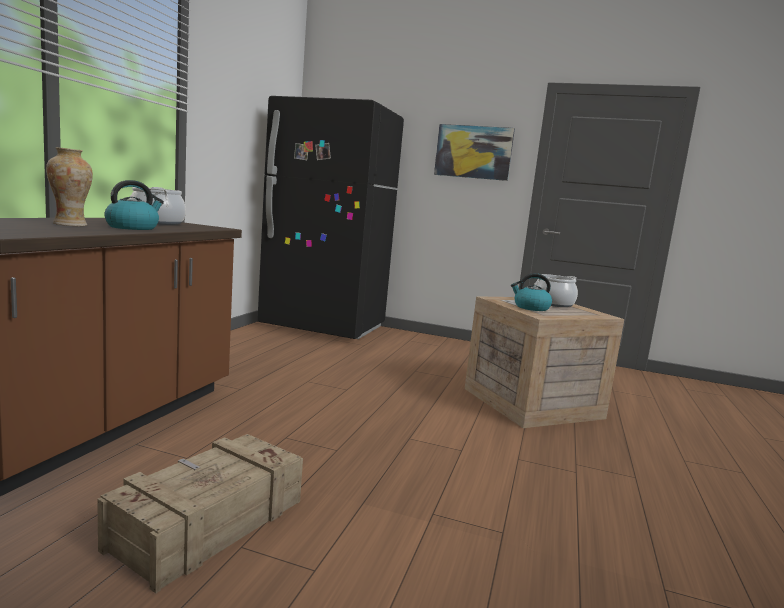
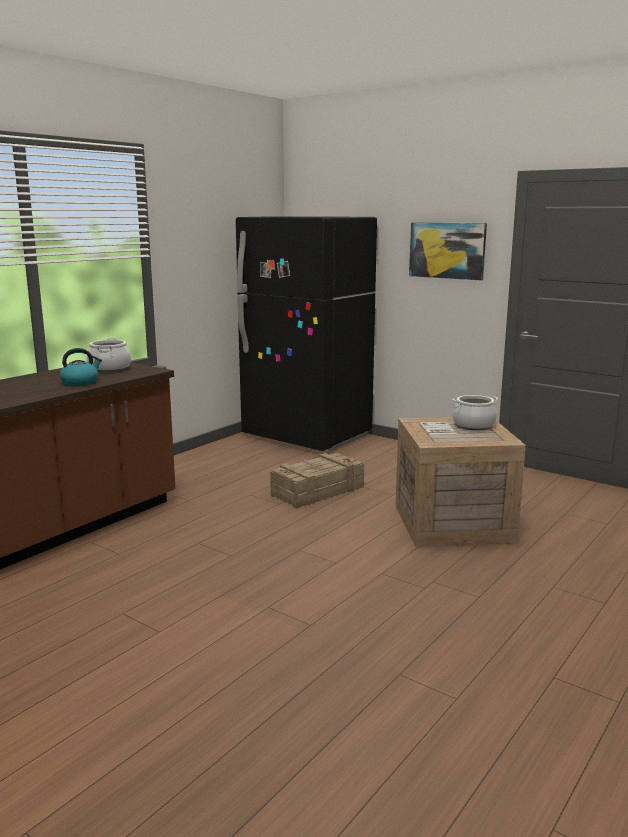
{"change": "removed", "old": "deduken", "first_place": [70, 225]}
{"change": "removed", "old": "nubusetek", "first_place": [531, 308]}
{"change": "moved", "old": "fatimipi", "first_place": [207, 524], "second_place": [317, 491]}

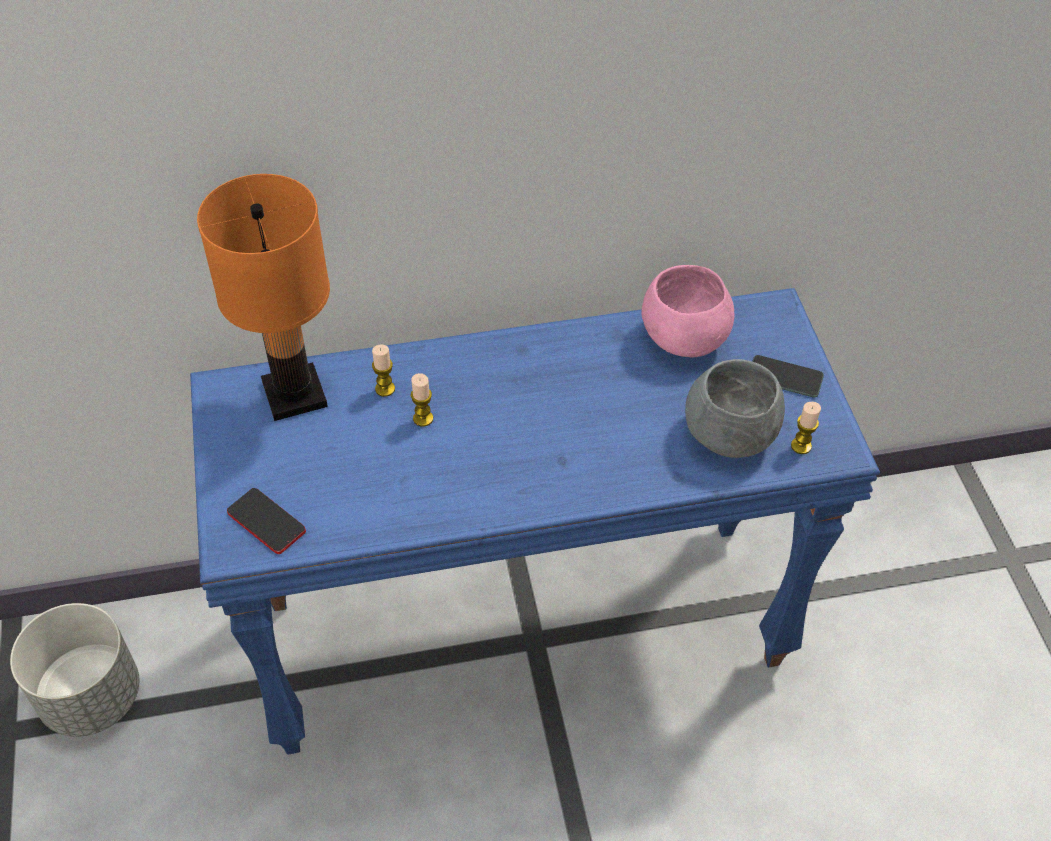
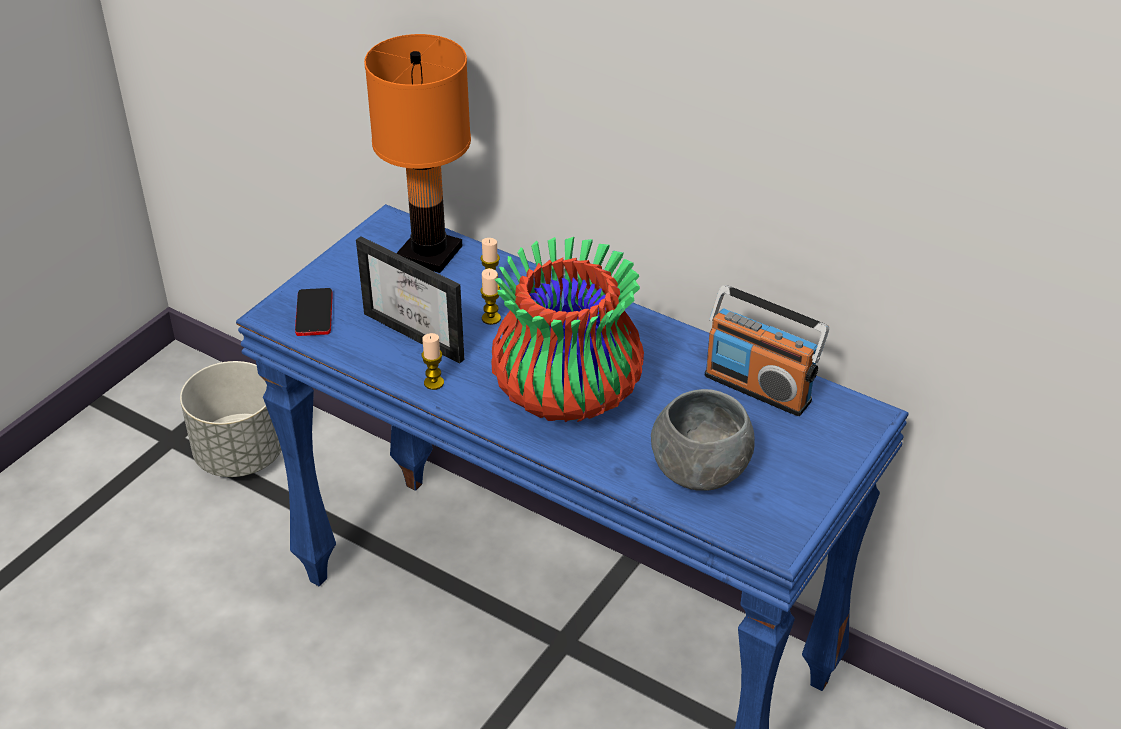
{"change": "removed", "old": "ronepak", "first_place": [785, 377]}
{"change": "added", "new": "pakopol", "second_place": [424, 331]}
{"change": "added", "new": "deduken", "second_place": [566, 396]}
{"change": "moved", "old": "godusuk", "first_place": [801, 446], "second_place": [434, 383]}
{"change": "replaced", "old": "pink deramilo", "new": "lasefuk", "first_place": [684, 337], "second_place": [758, 387]}

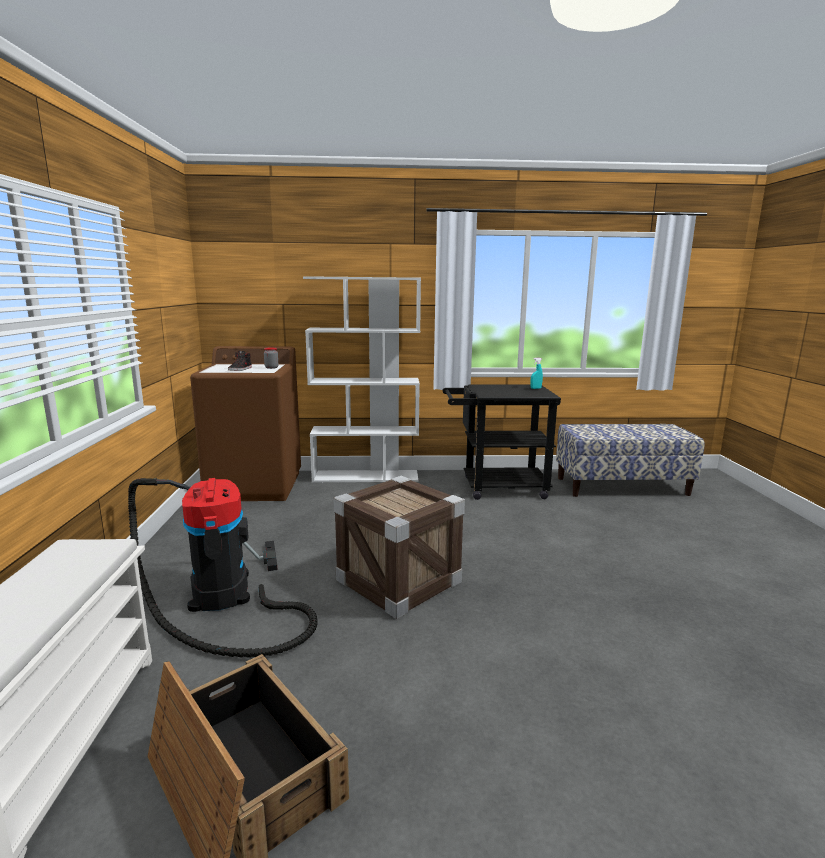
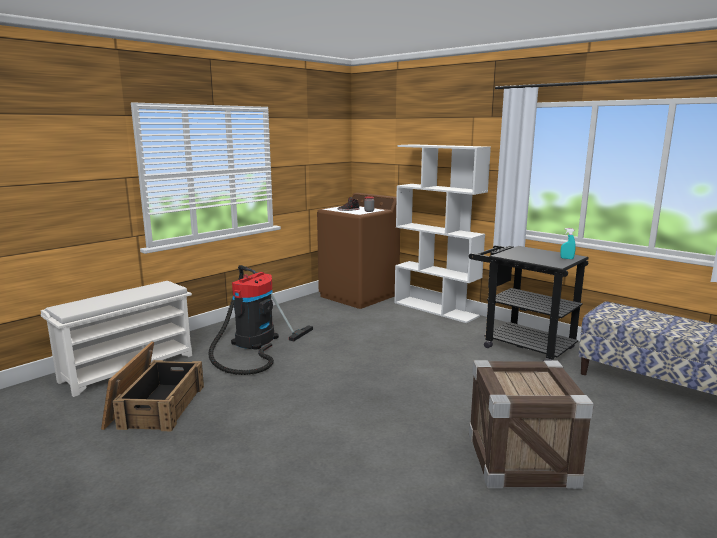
{"change": "moved", "old": "fatimipi", "first_place": [398, 581], "second_place": [521, 459]}

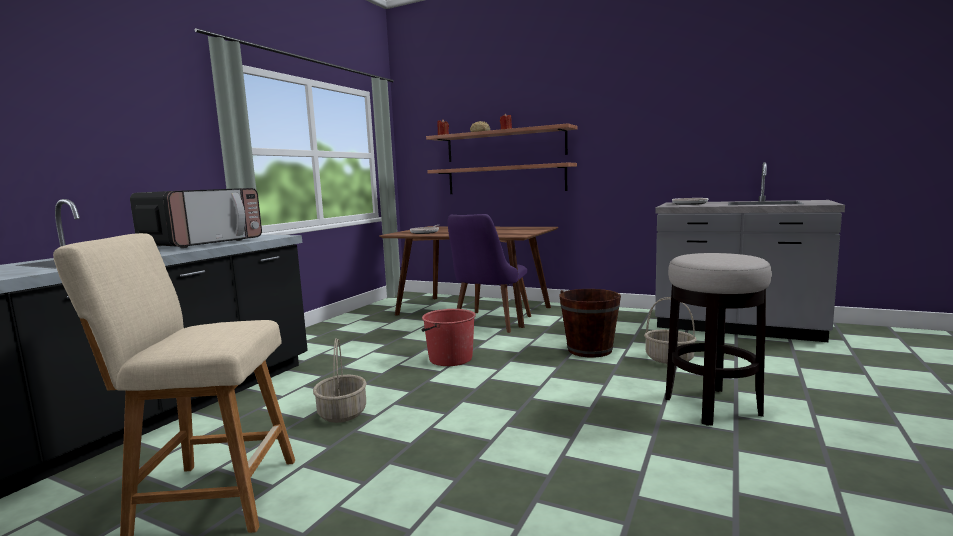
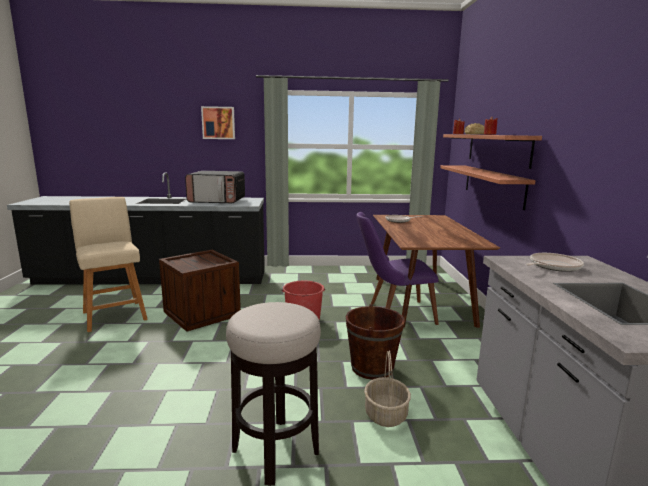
{"change": "added", "new": "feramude", "second_place": [218, 123]}
{"change": "replaced", "old": "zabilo", "new": "fatimipi", "first_place": [342, 413], "second_place": [202, 313]}

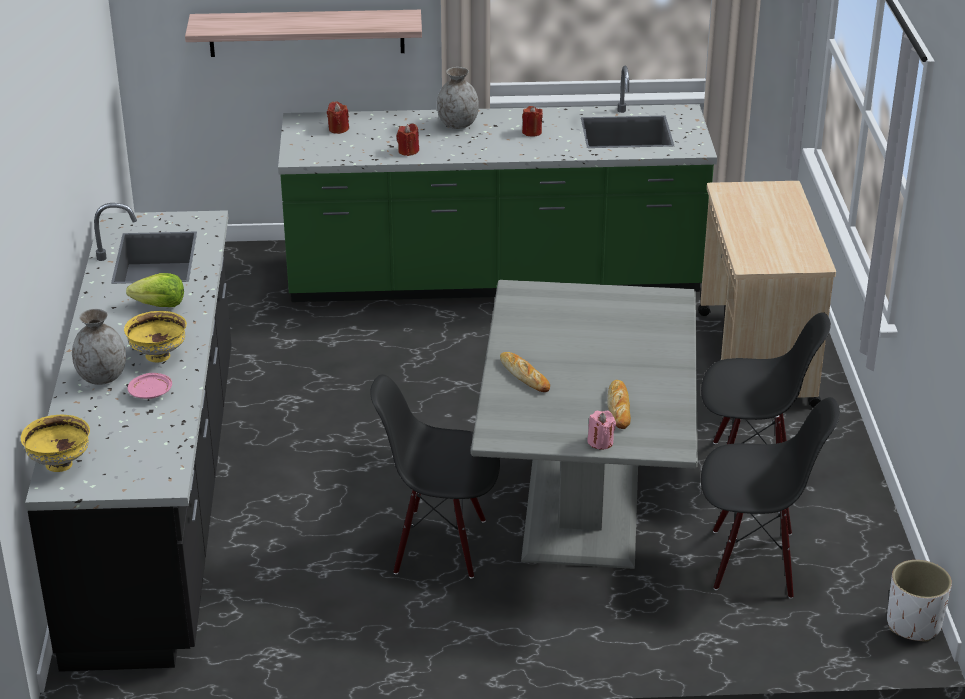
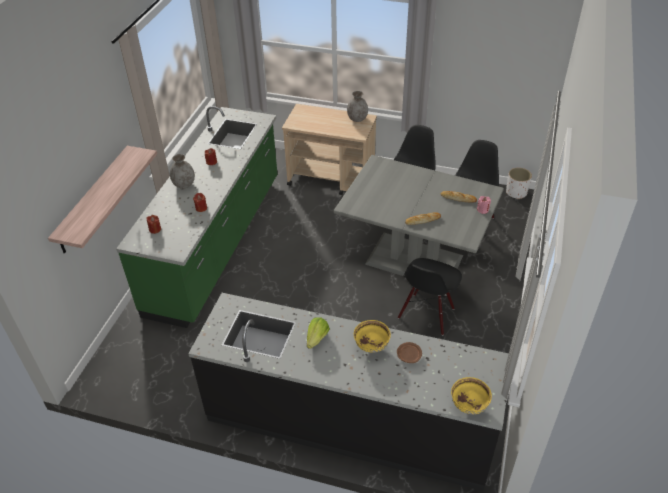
{"change": "moved", "old": "grey deduken", "first_place": [102, 377], "second_place": [357, 119]}
{"change": "recoloured", "old": "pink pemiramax", "new": "brown pemiramax", "first_place": [151, 392], "second_place": [409, 355]}

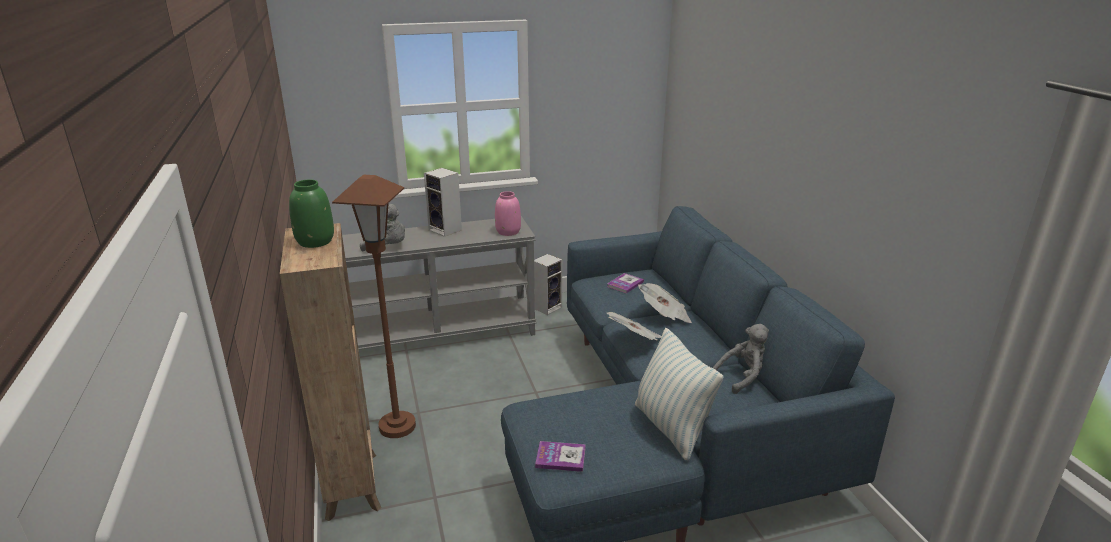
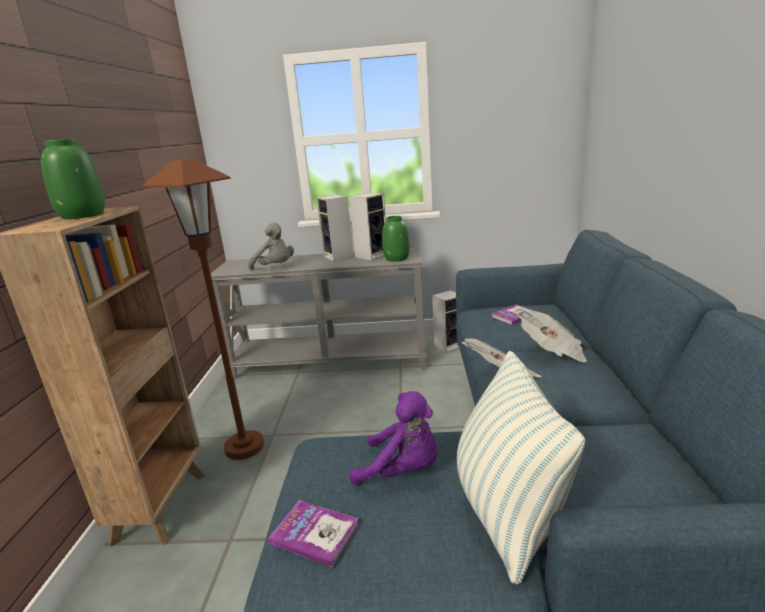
{"change": "removed", "old": "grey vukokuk", "first_place": [743, 377]}
{"change": "added", "new": "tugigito", "second_place": [372, 255]}
{"change": "added", "new": "purple vukokuk", "second_place": [402, 470]}
{"change": "recoloured", "old": "pink deduken", "new": "green deduken", "first_place": [508, 232], "second_place": [397, 258]}

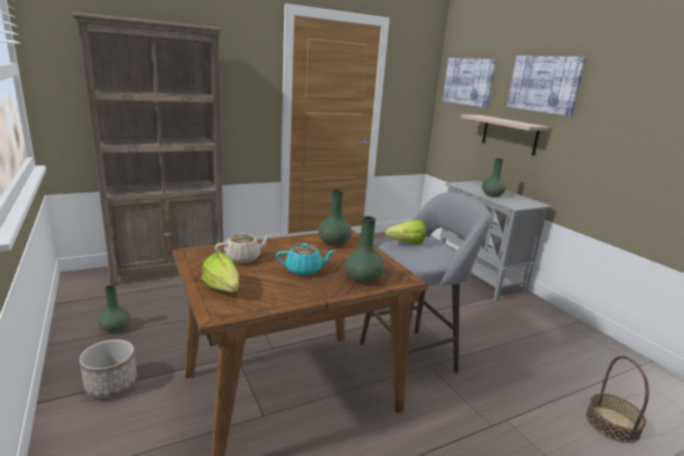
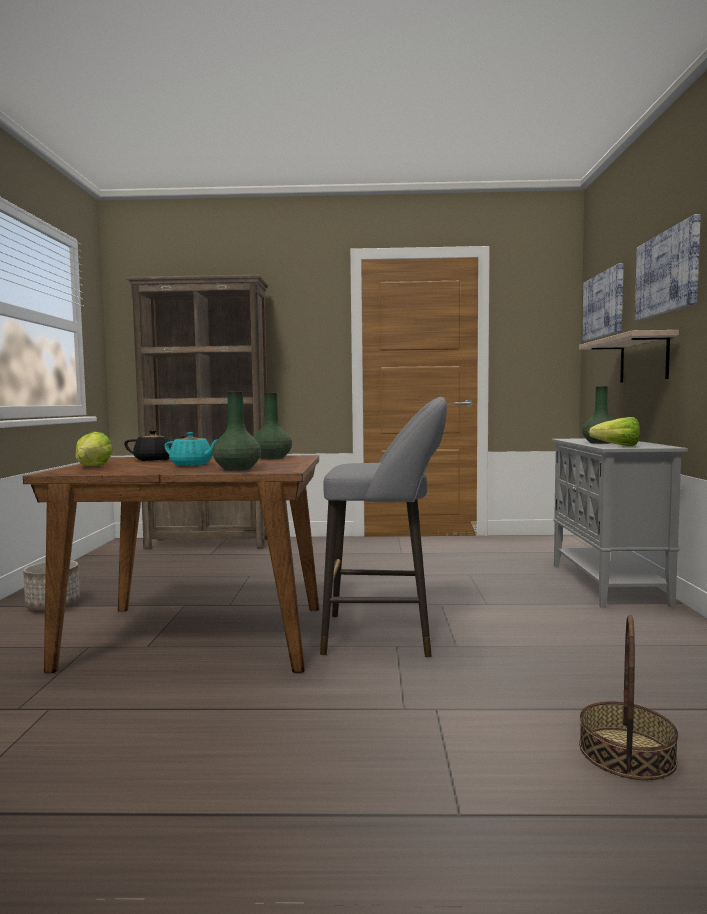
{"change": "removed", "old": "green deduken", "first_place": [115, 328]}
{"change": "moved", "old": "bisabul", "first_place": [403, 243], "second_place": [613, 446]}
{"change": "recoloured", "old": "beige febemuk", "new": "black febemuk", "first_place": [243, 258], "second_place": [155, 460]}

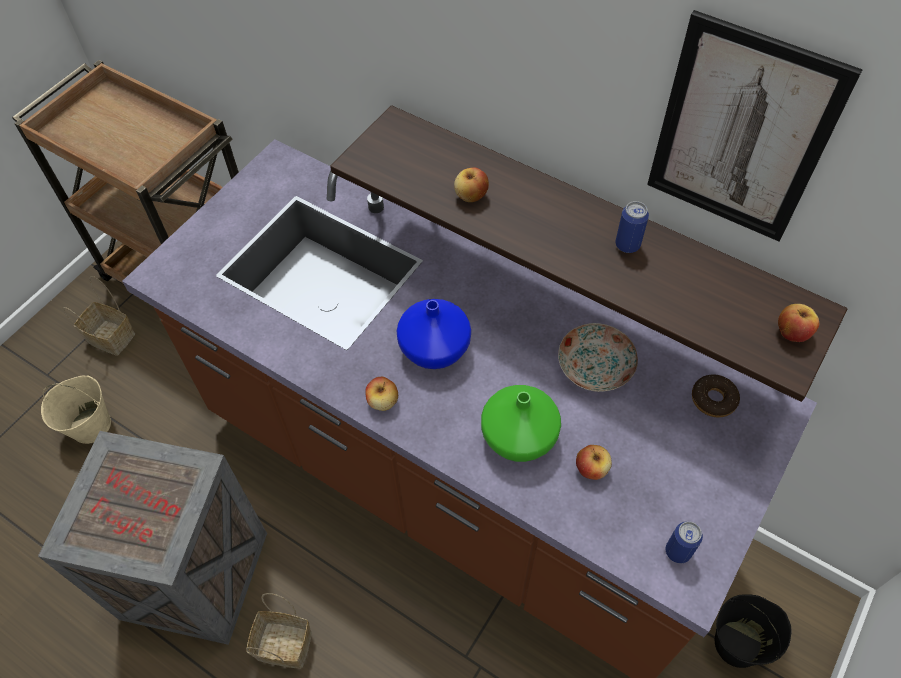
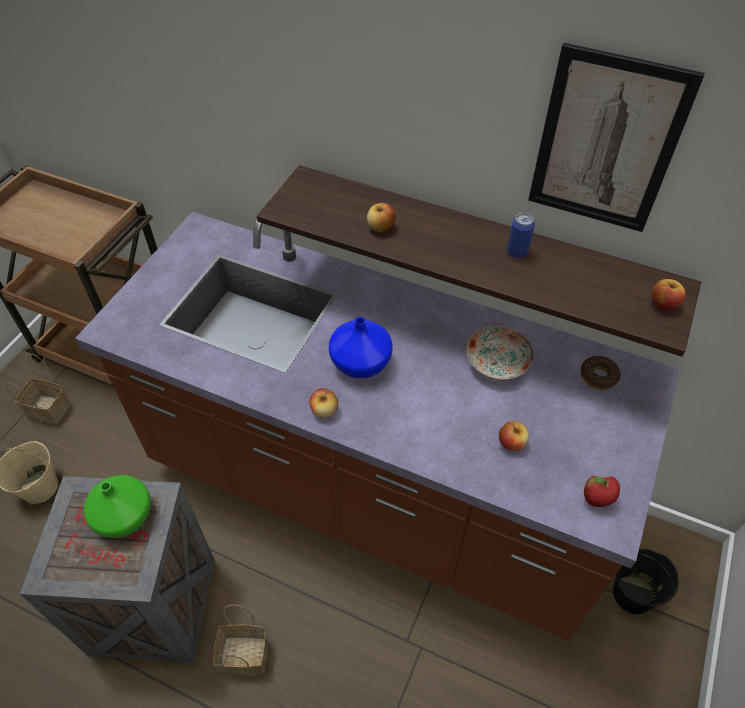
{"change": "moved", "old": "green deduken", "first_place": [519, 435], "second_place": [125, 515]}
{"change": "replaced", "old": "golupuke", "new": "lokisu", "first_place": [678, 551], "second_place": [596, 500]}

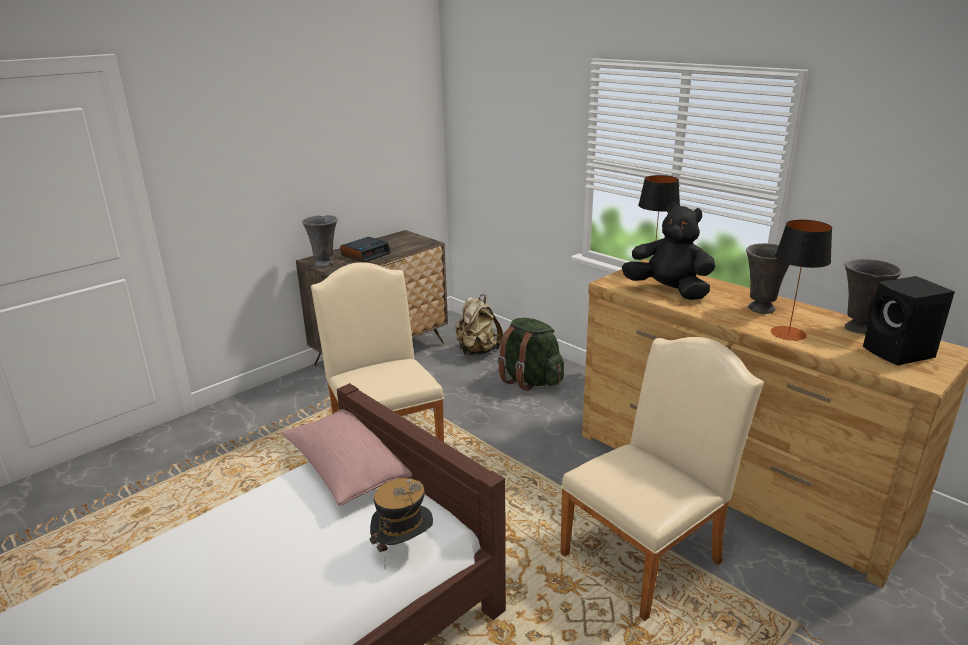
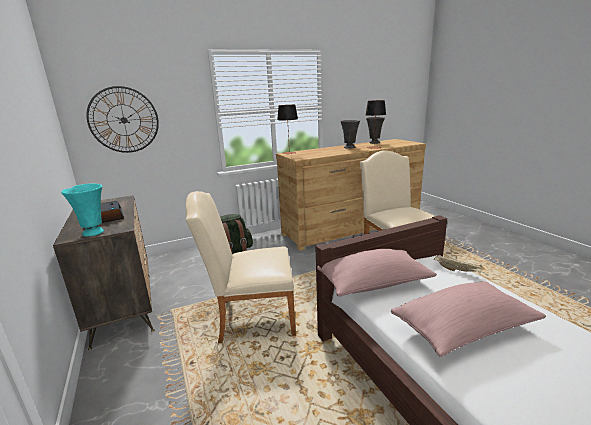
{"change": "removed", "old": "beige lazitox", "first_place": [477, 351]}
{"change": "removed", "old": "black vukokuk", "first_place": [668, 291]}
{"change": "removed", "old": "black tugigito", "first_place": [899, 353]}
{"change": "added", "new": "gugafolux", "second_place": [124, 120]}
{"change": "added", "new": "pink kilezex", "second_place": [463, 329]}
{"change": "replaced", "old": "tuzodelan", "new": "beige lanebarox", "first_place": [403, 549], "second_place": [457, 270]}
{"change": "recoloured", "old": "grey deduken", "new": "turquoise deduken", "first_place": [325, 264], "second_place": [94, 232]}

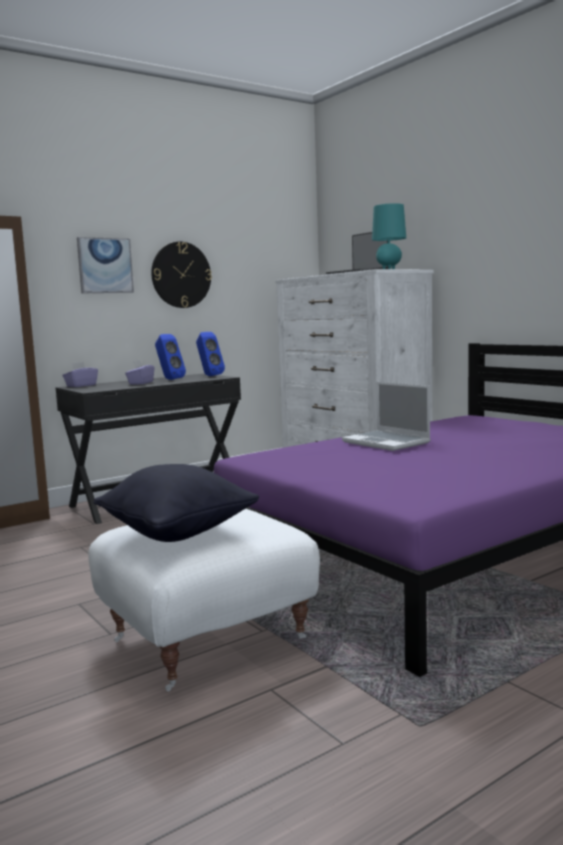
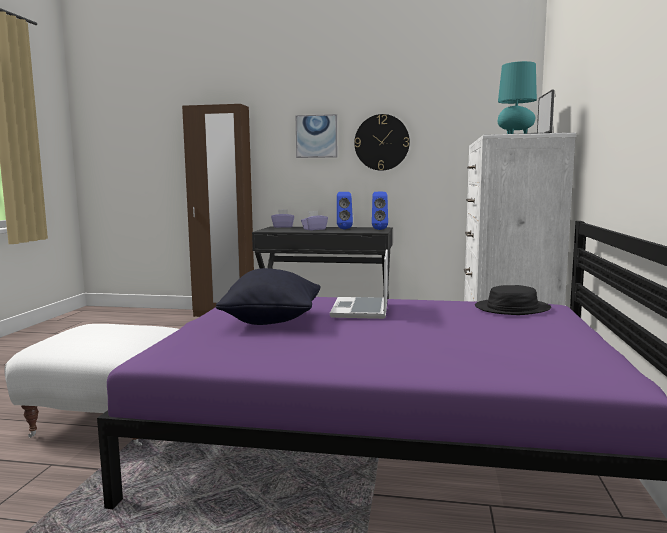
{"change": "added", "new": "black tuzodelan", "second_place": [512, 308]}
{"change": "moved", "old": "black kilezex", "first_place": [177, 533], "second_place": [272, 321]}

